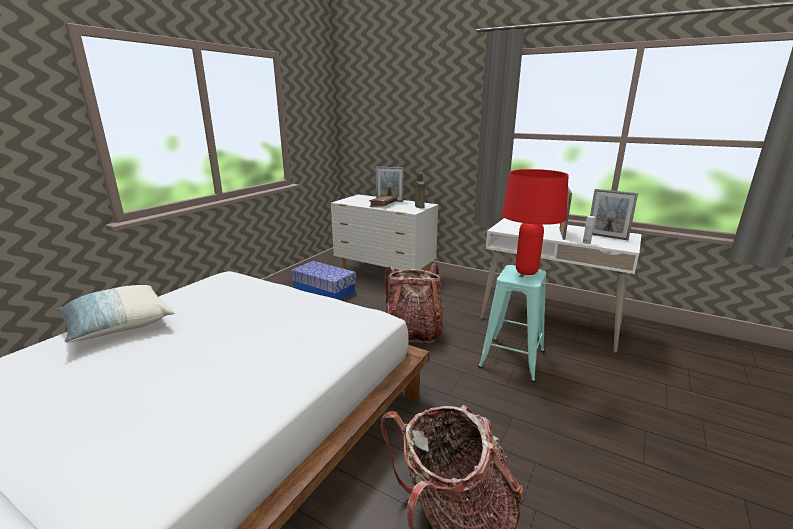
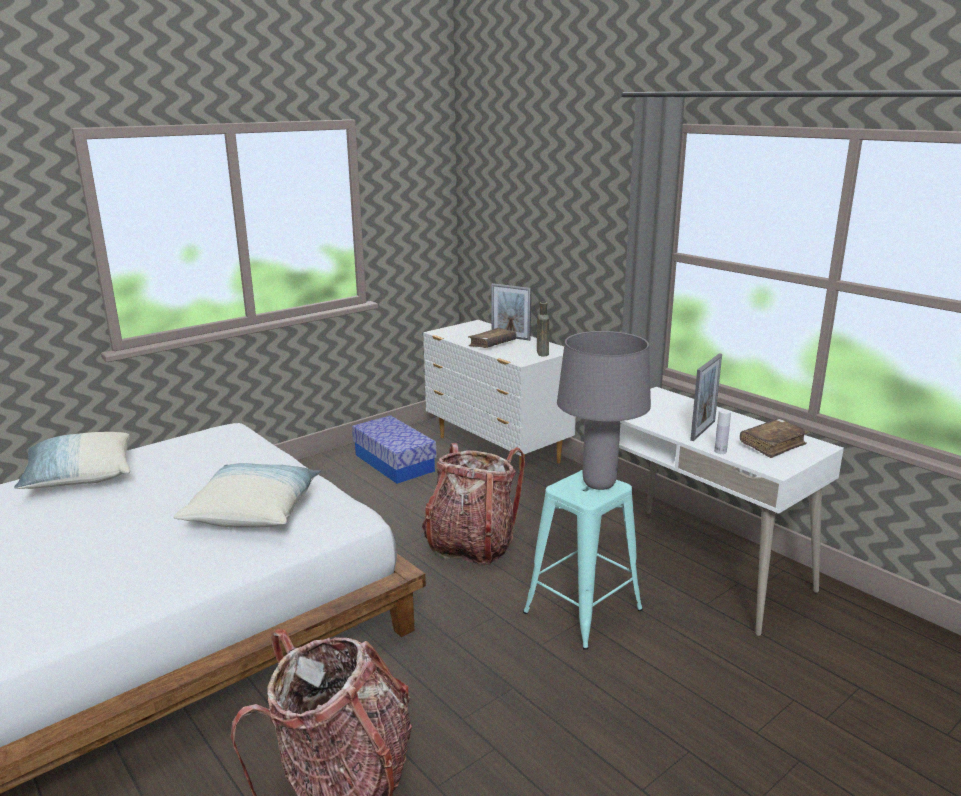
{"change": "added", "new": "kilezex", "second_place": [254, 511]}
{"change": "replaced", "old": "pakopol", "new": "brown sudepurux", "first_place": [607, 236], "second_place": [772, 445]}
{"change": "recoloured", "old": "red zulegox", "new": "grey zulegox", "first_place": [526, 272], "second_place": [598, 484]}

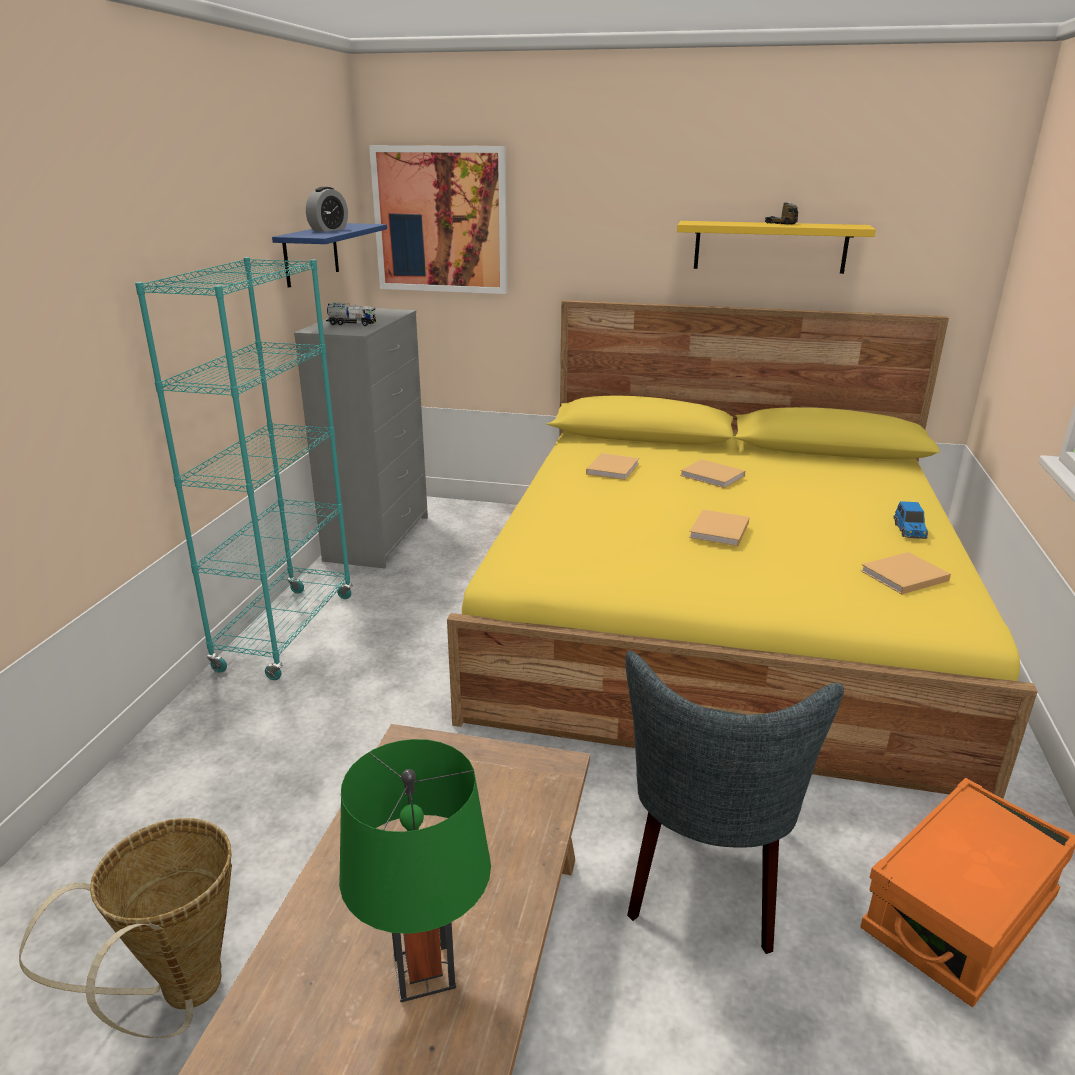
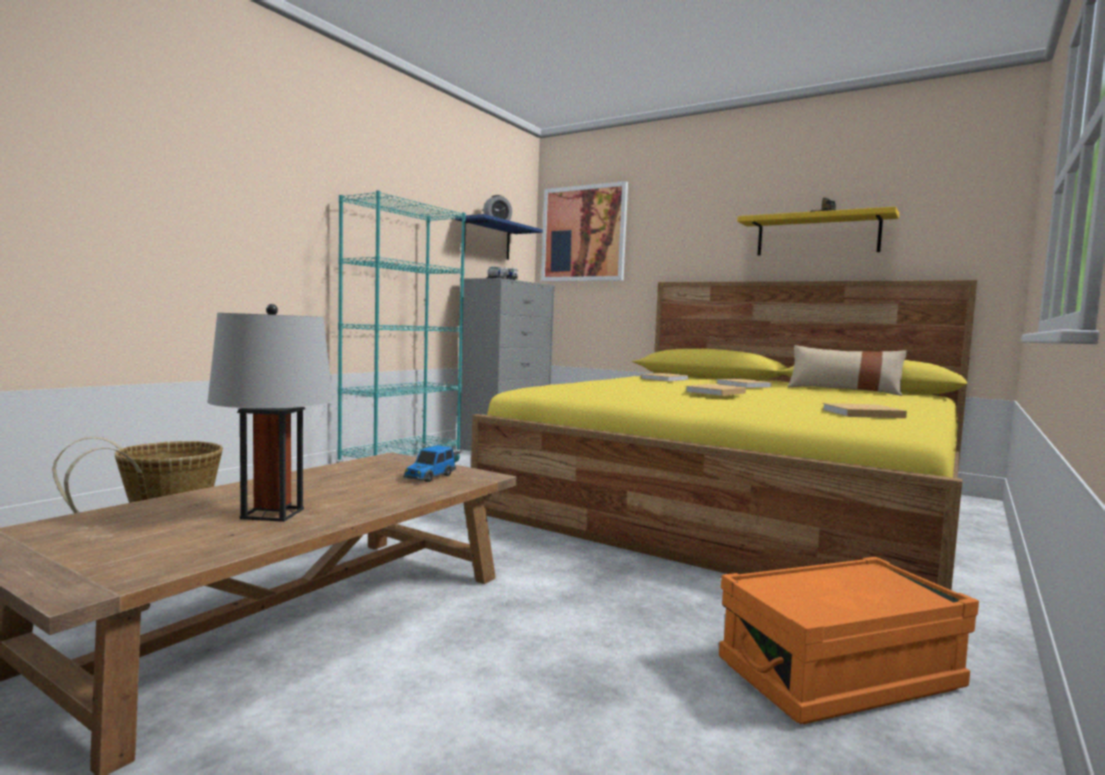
{"change": "removed", "old": "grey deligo", "first_place": [706, 880]}
{"change": "added", "new": "beige kilezex", "second_place": [844, 390]}
{"change": "moved", "old": "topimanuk", "first_place": [909, 531], "second_place": [429, 477]}
{"change": "recoloured", "old": "green zulegox", "new": "grey zulegox", "first_place": [424, 972], "second_place": [272, 514]}

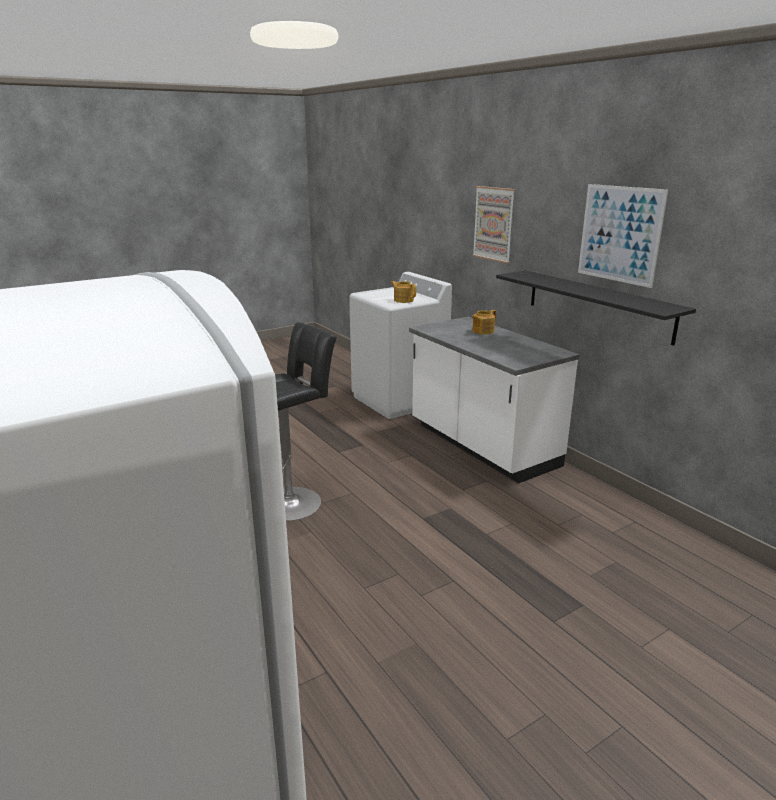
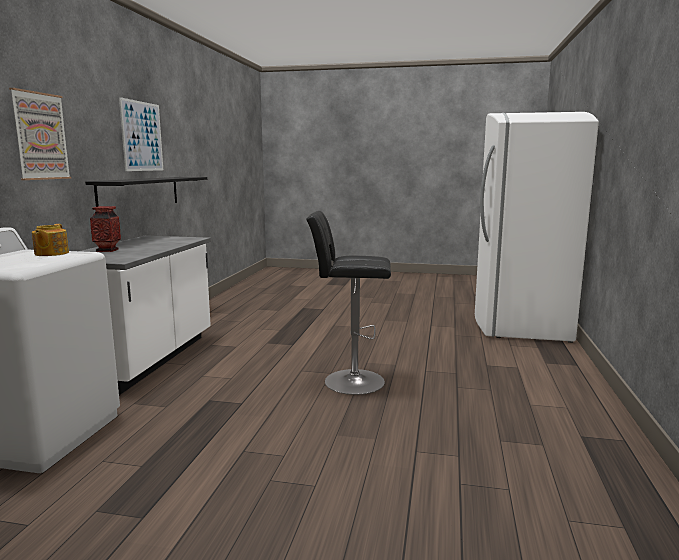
{"change": "replaced", "old": "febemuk", "new": "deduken", "first_place": [482, 331], "second_place": [107, 250]}

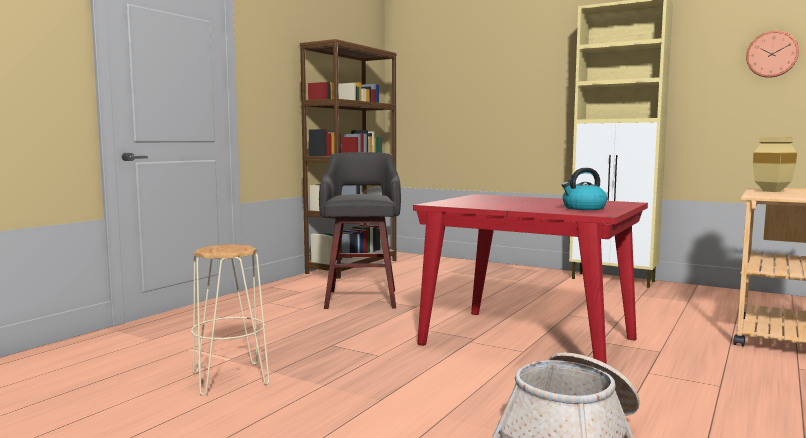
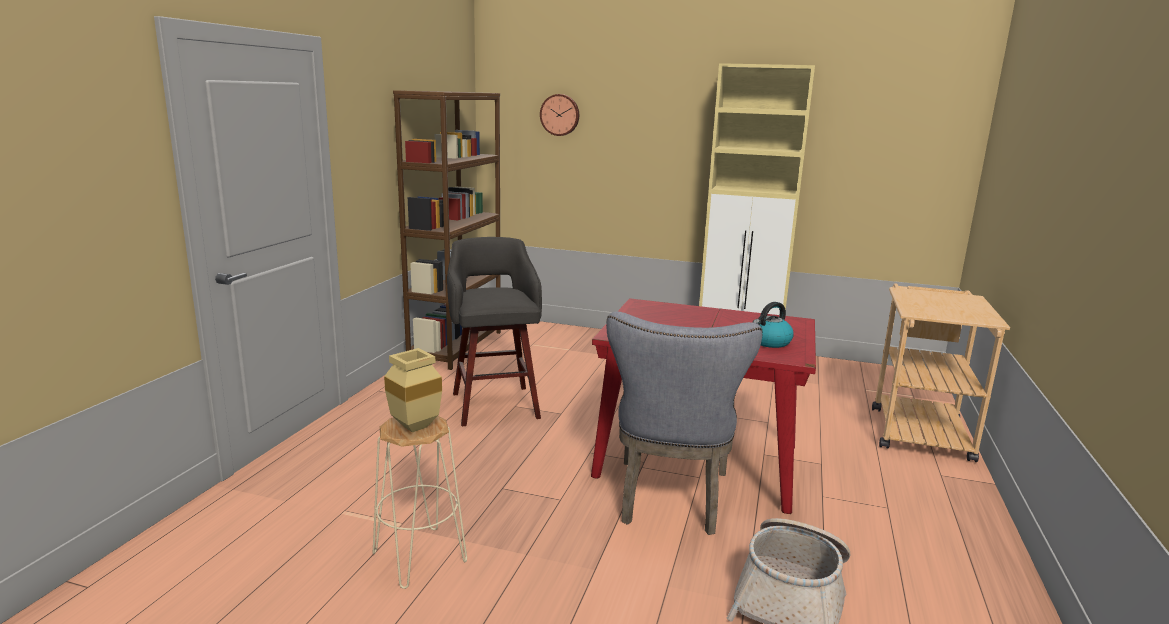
{"change": "added", "new": "grey deligo", "second_place": [671, 501]}
{"change": "moved", "old": "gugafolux", "first_place": [772, 54], "second_place": [560, 115]}
{"change": "moved", "old": "beige deduken", "first_place": [772, 191], "second_place": [414, 428]}

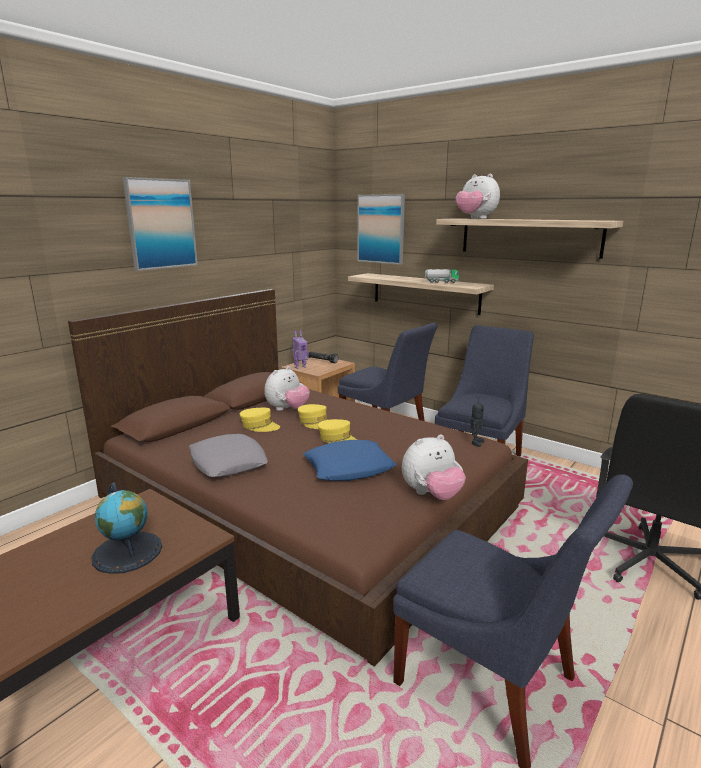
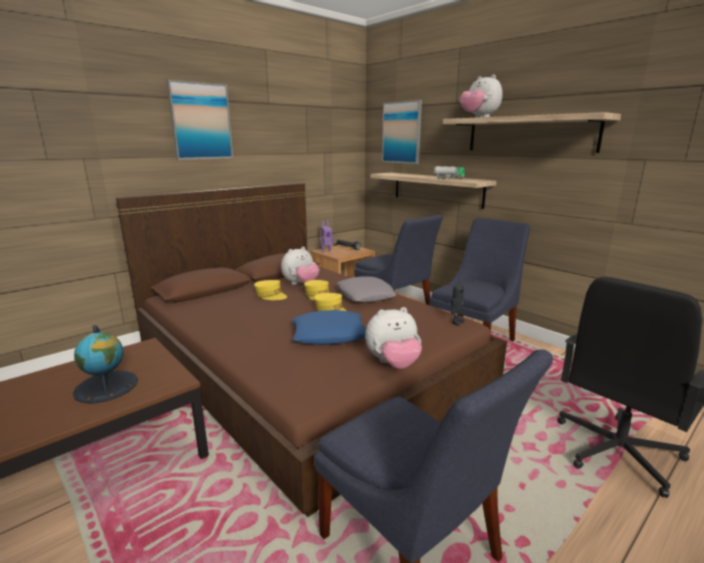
{"change": "moved", "old": "grey kilezex", "first_place": [227, 462], "second_place": [365, 295]}

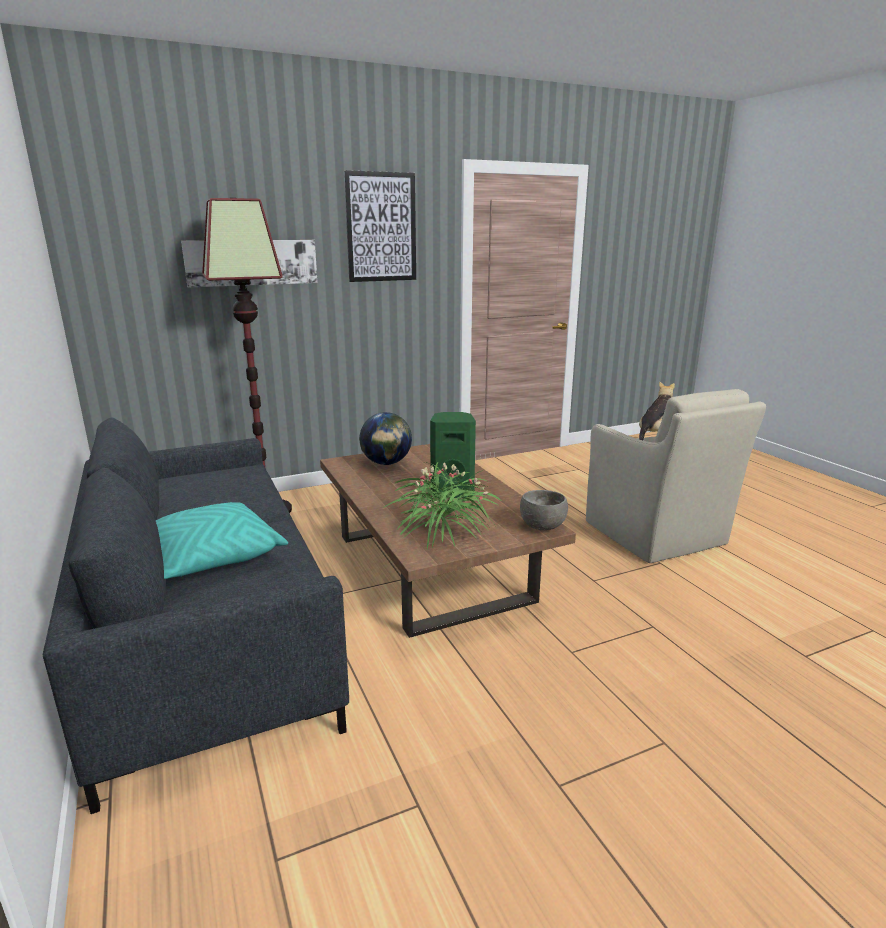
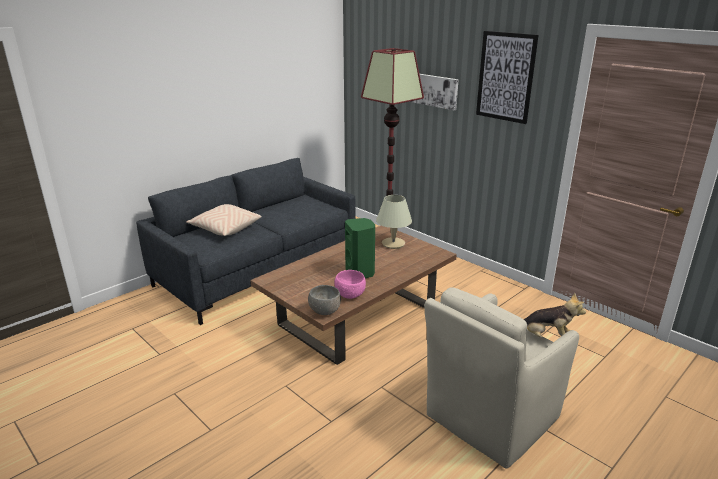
{"change": "removed", "old": "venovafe", "first_place": [443, 529]}
{"change": "added", "new": "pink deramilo", "second_place": [349, 295]}
{"change": "replaced", "old": "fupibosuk", "new": "beige zulegox", "first_place": [386, 463], "second_place": [393, 244]}
{"change": "recoloured", "old": "turquoise kilezex", "new": "beige kilezex", "first_place": [211, 557], "second_place": [225, 229]}

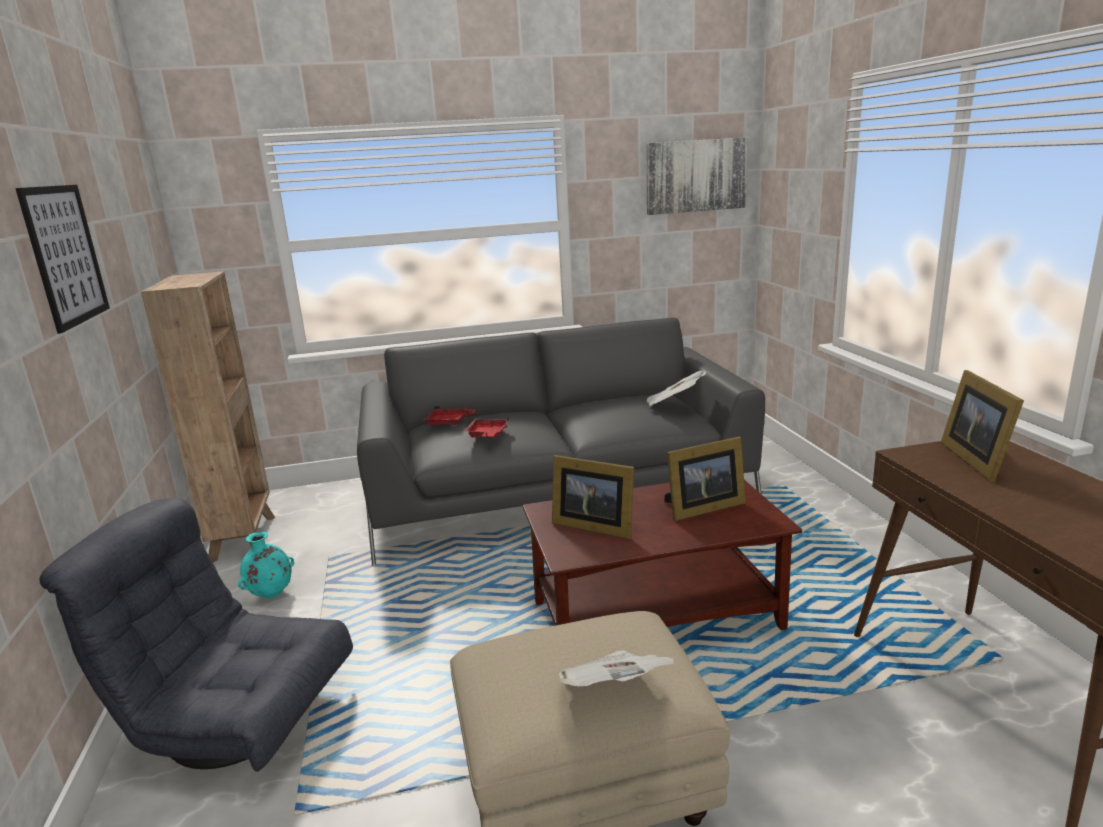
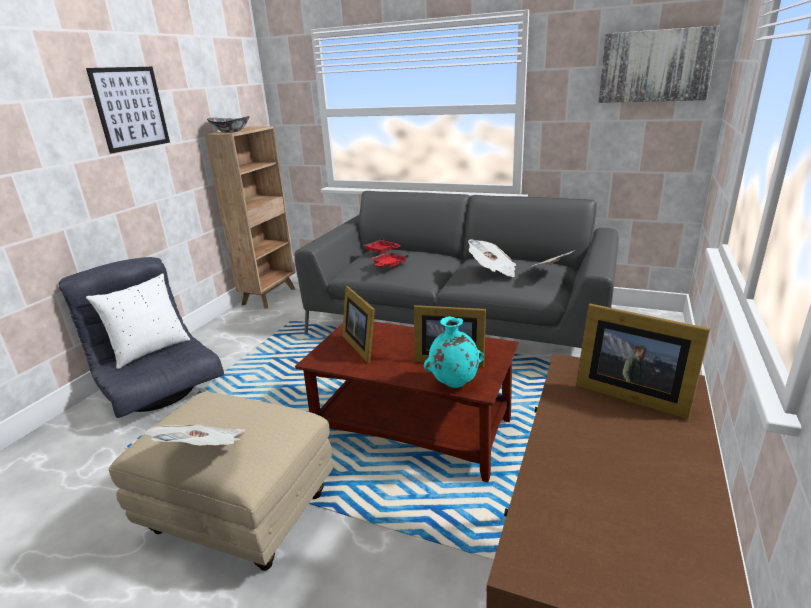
{"change": "added", "new": "white kilezex", "second_place": [150, 350]}
{"change": "added", "new": "deramilo", "second_place": [231, 131]}
{"change": "added", "new": "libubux", "second_place": [493, 271]}
{"change": "moved", "old": "turquoise deduken", "first_place": [271, 594], "second_place": [454, 383]}
{"change": "turned", "old": "pakopol", "first_place": [977, 459], "second_place": [629, 393], "degrees": -90}

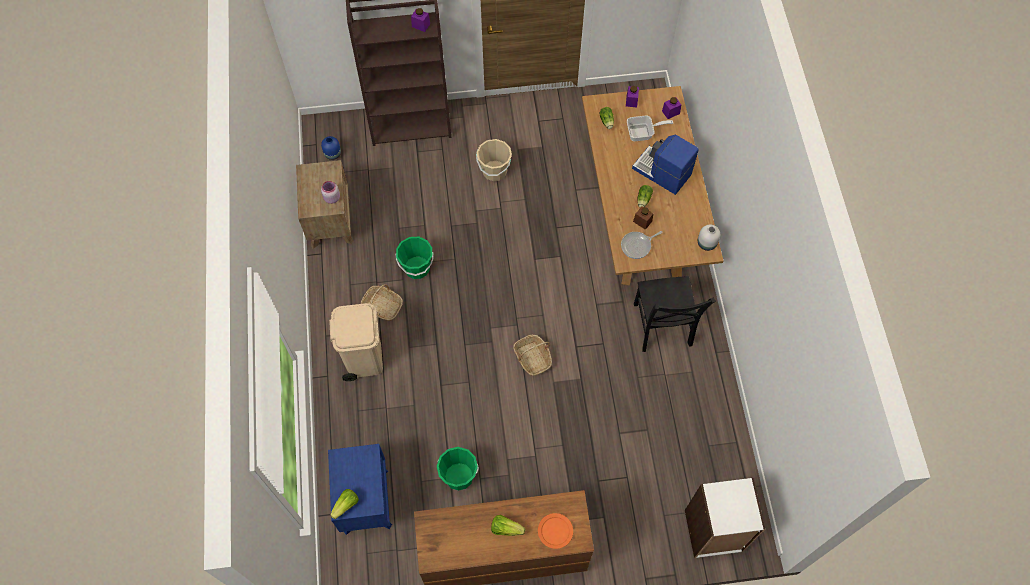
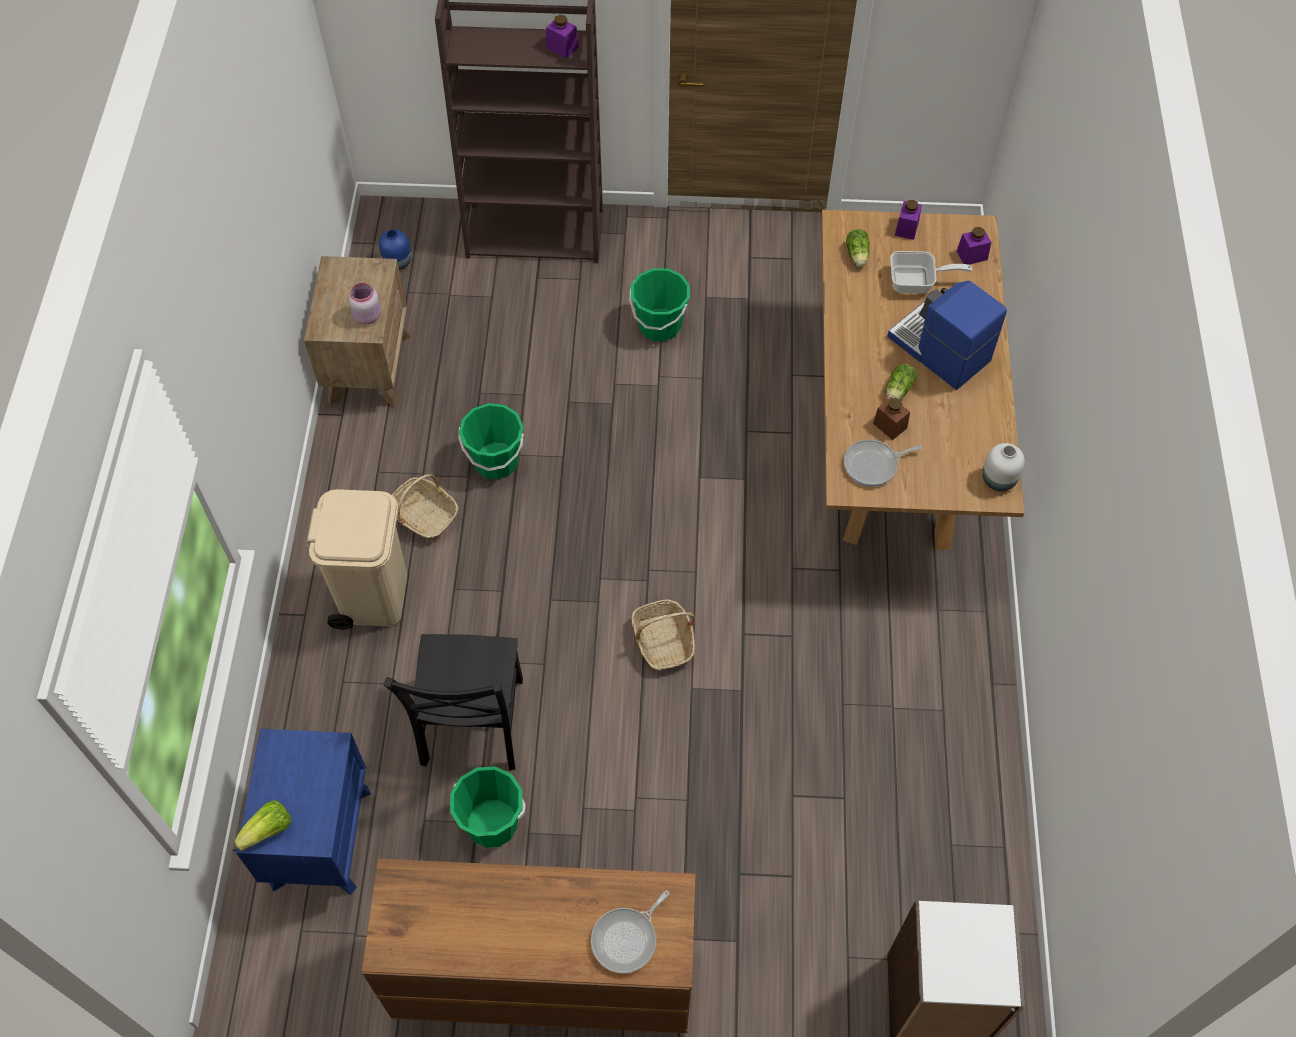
{"change": "removed", "old": "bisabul", "first_place": [506, 528]}
{"change": "moved", "old": "black deligo", "first_place": [662, 327], "second_place": [471, 726]}
{"change": "replaced", "old": "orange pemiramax", "new": "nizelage", "first_place": [555, 531], "second_place": [627, 939]}
{"change": "recoloured", "old": "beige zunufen", "new": "green zunufen", "first_place": [494, 171], "second_place": [659, 325]}

